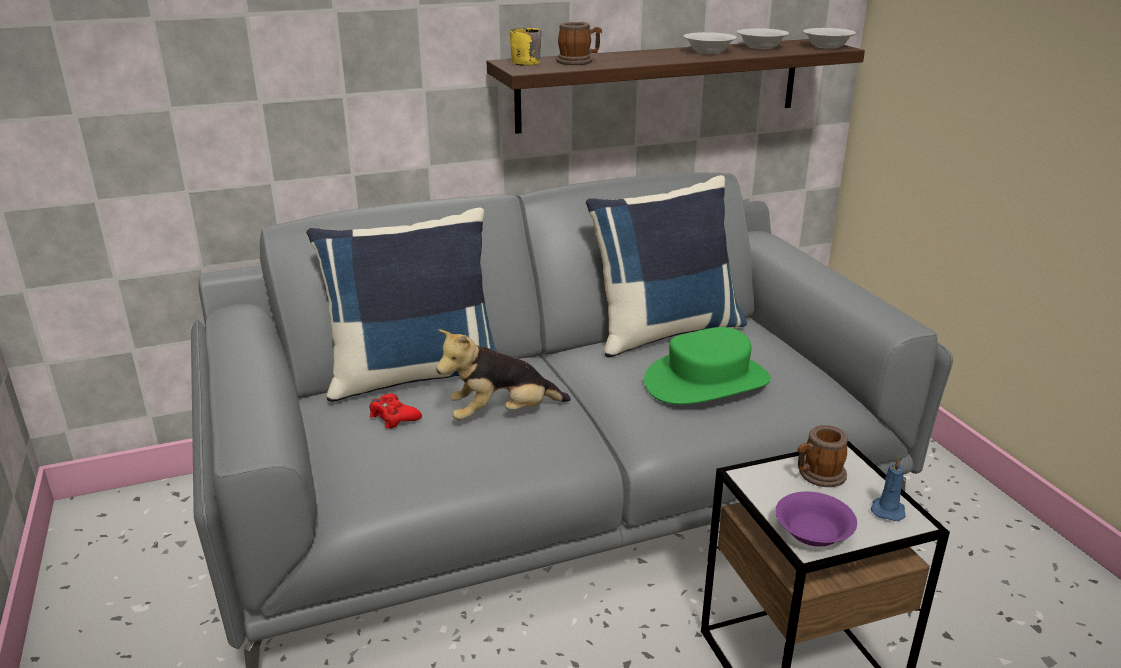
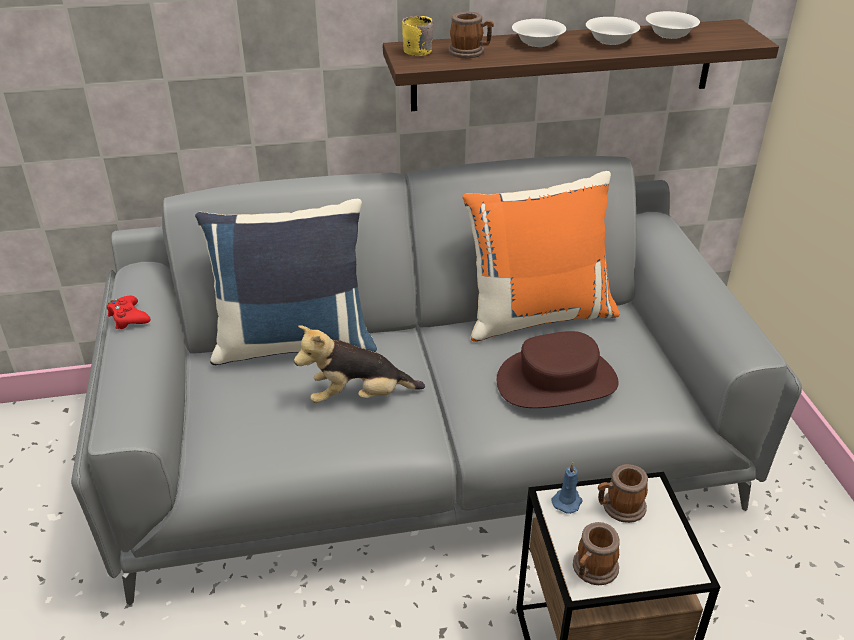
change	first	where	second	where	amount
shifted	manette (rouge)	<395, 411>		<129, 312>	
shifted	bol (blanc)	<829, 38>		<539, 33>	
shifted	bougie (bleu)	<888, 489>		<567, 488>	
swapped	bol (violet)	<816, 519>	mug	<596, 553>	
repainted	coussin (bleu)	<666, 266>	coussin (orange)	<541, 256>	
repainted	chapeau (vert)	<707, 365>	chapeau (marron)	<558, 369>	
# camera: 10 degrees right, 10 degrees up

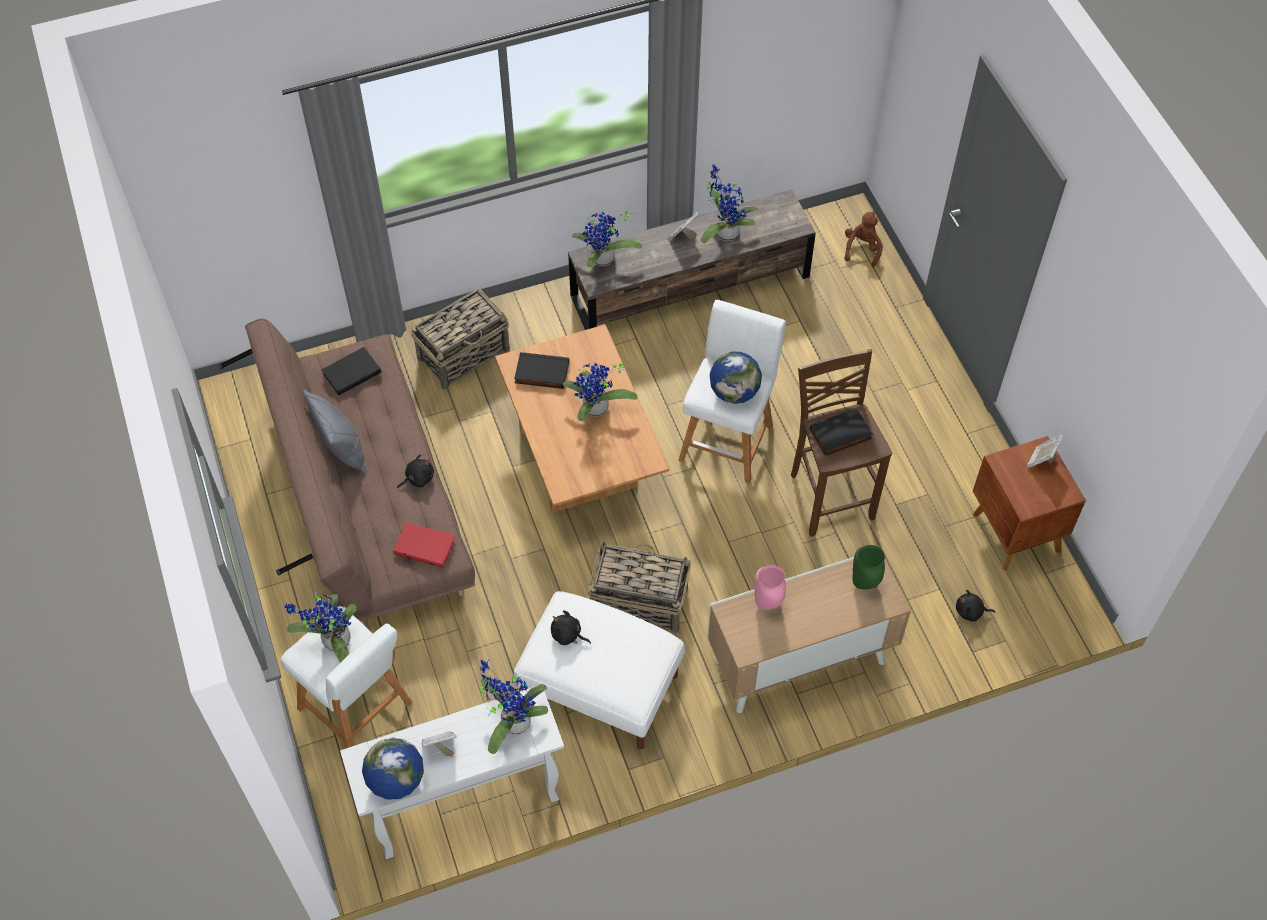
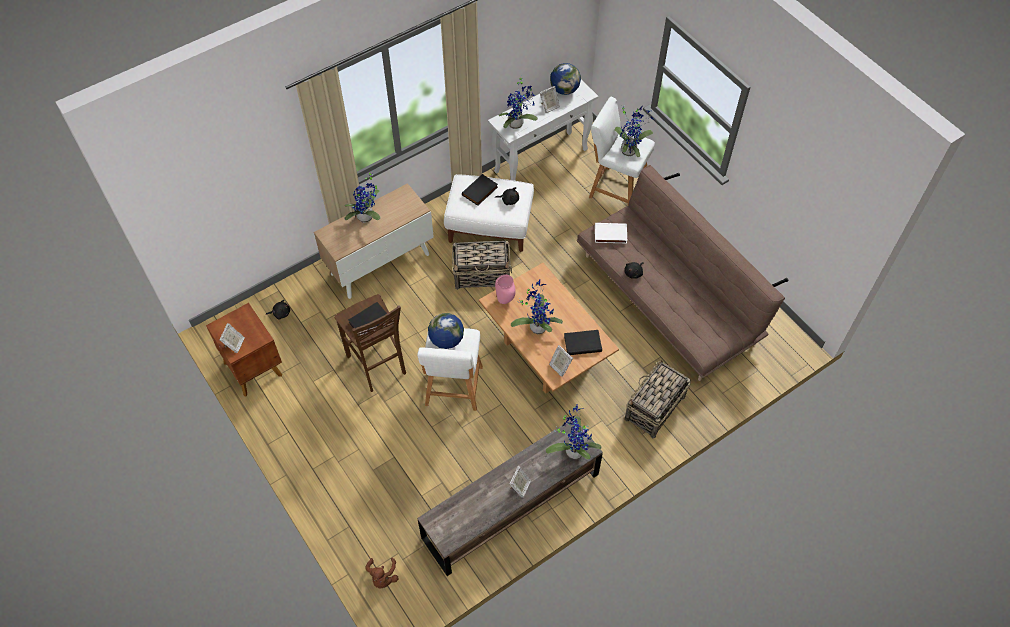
change	first	where	second	where	amount
gone	coussin (gris)	<335, 431>			
gone	vase (vert)	<869, 567>			
new			cadre photo	<561, 361>	
shifted	livre (noir)	<351, 371>		<480, 190>	
shifted	plante en pot	<729, 203>		<362, 197>	
shifted	vase (rose)	<770, 587>		<505, 289>	
repainted	livre (rouge)	<424, 545>	livre (blanc)	<611, 233>	
# camera: 165 degrees right, 0 degrees up

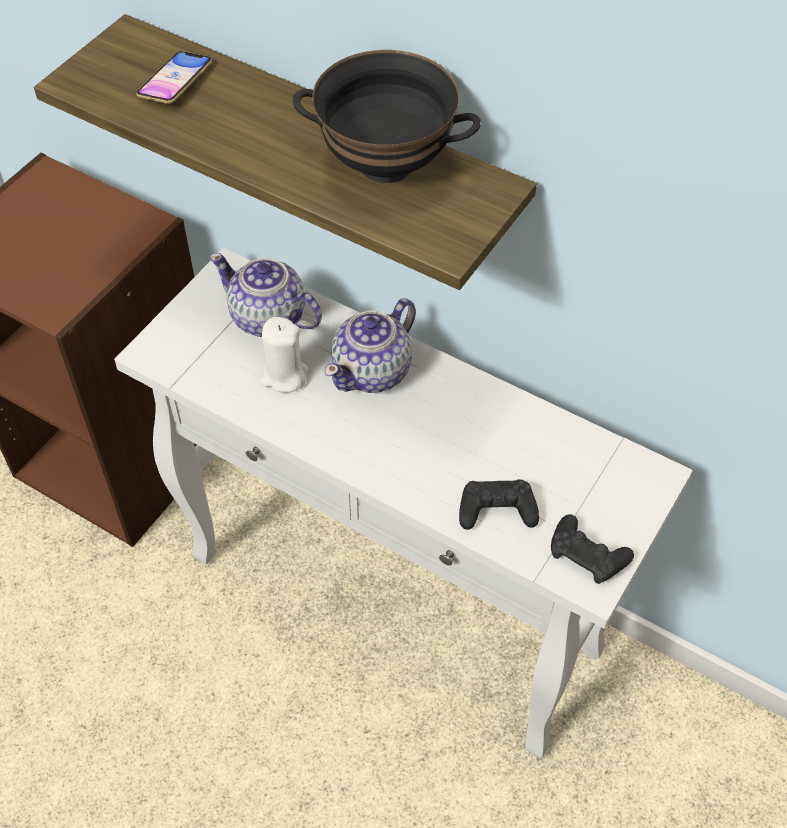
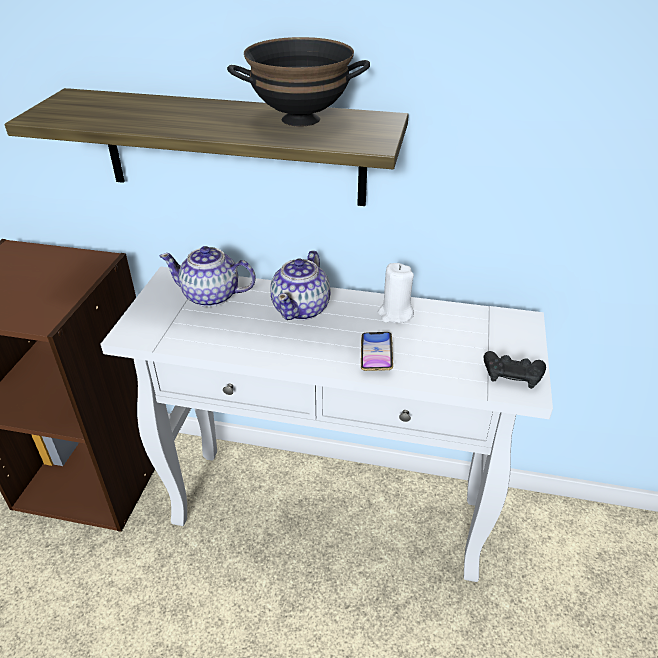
change	first	where	second	where	amount
gone	manette (noir)	<499, 504>			
shifted	téléphone	<174, 77>		<377, 351>	
shifted	bougie (blanc)	<284, 355>		<396, 293>	
# camera: 20 degrees left, 15 degrees down

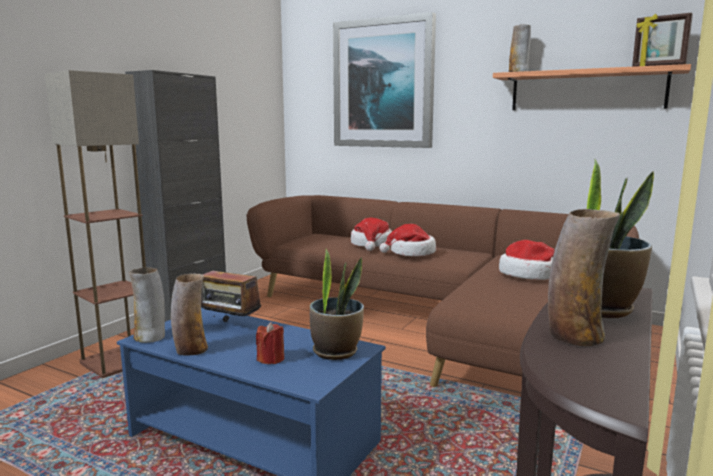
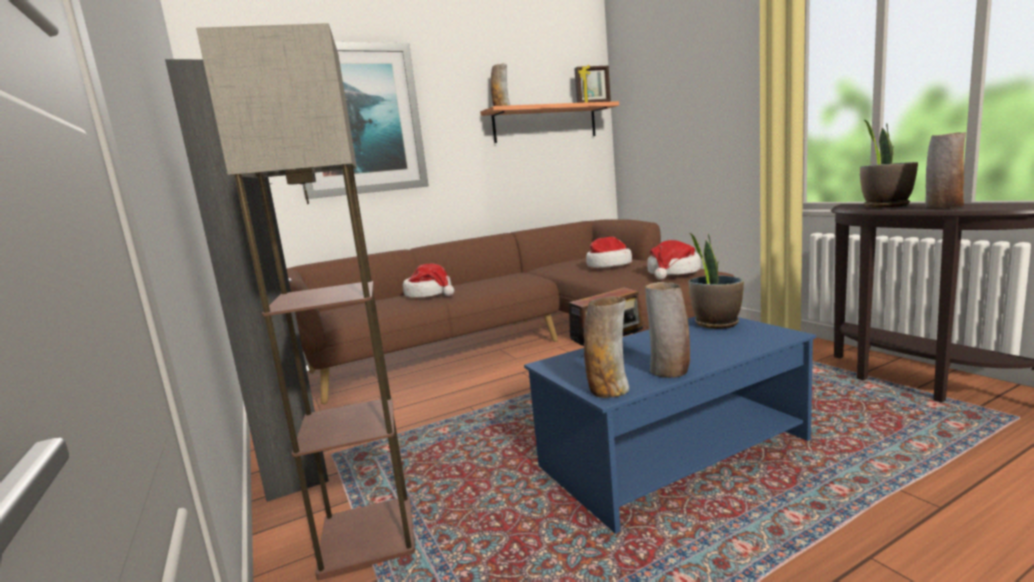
change	first	where	second	where	amount
gone	bougie (rouge)	<270, 343>			
shifted	chapeau	<407, 240>		<674, 260>	
# camera: 55 degrees left, 0 degrees up

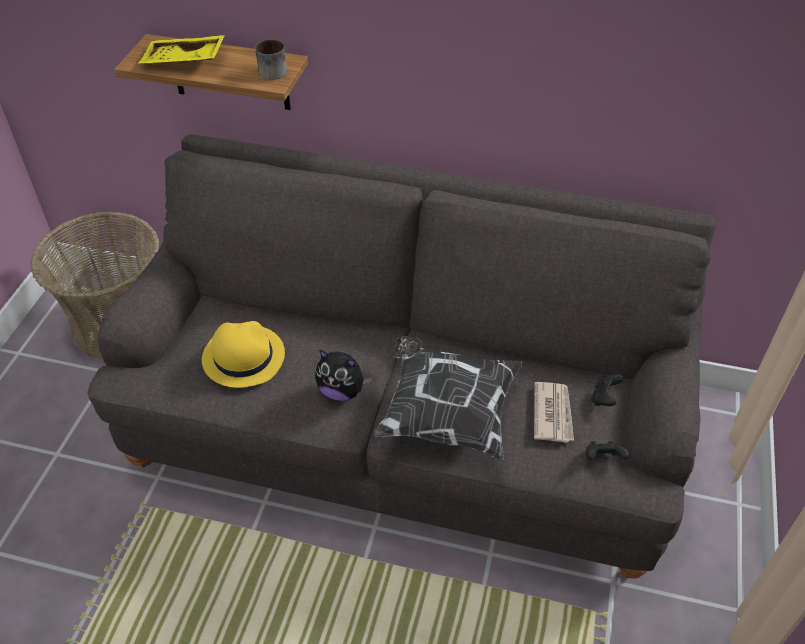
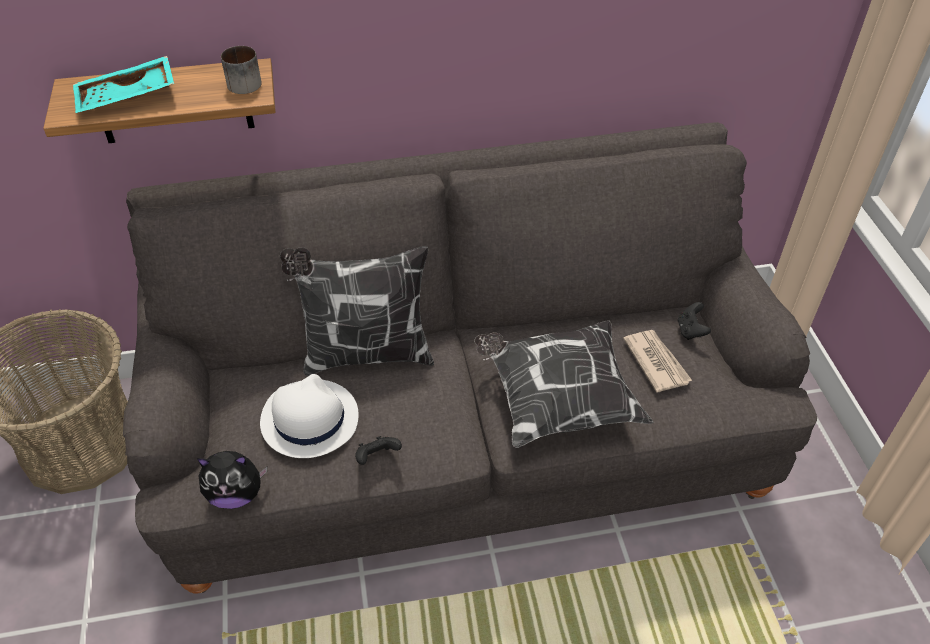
change	first	where	second	where	amount
new			coussin	<357, 311>	
shifted	peluche	<343, 375>		<232, 480>	
shifted	manette (noir)	<607, 450>		<378, 450>	
repainted	plateau (jaune)	<181, 49>	plateau (turquoise)	<123, 84>	
repainted	chapeau (jaune)	<243, 354>	chapeau (blanc)	<309, 416>	
# camera: 25 degrees left, 0 degrees up

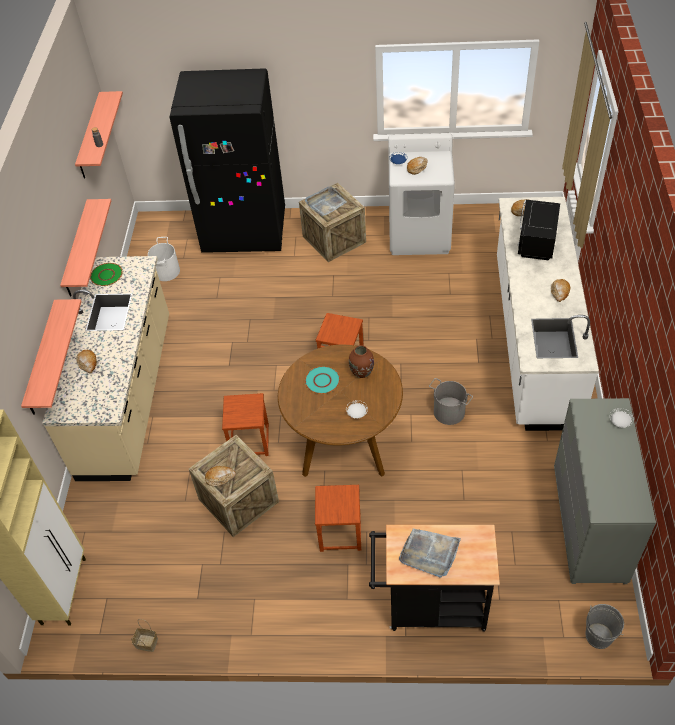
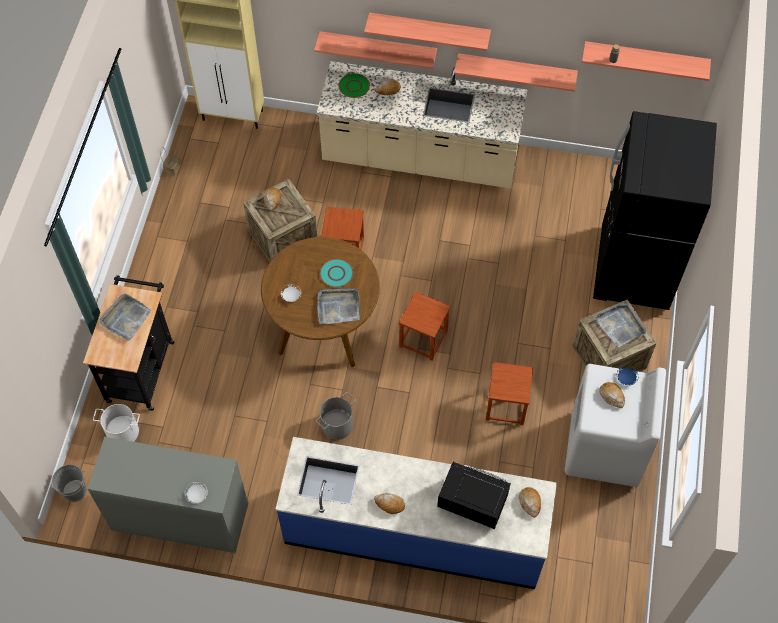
change	first	where	second	where	amount
new			étagère	<427, 31>	
shifted	assiette (vert)	<106, 274>		<354, 85>	
shifted	seau (blanc)	<164, 259>		<116, 423>	
shifted	tabouret (marron)	<338, 518>		<509, 393>	
swapped	vase (marron)	<361, 361>	plateau (gris)	<338, 306>	
repainted	comptoir de cuisine (blanc)	<548, 314>	comptoir de cuisine (bleu)	<416, 513>	
# camera: 95 degrees right, 10 degrees up

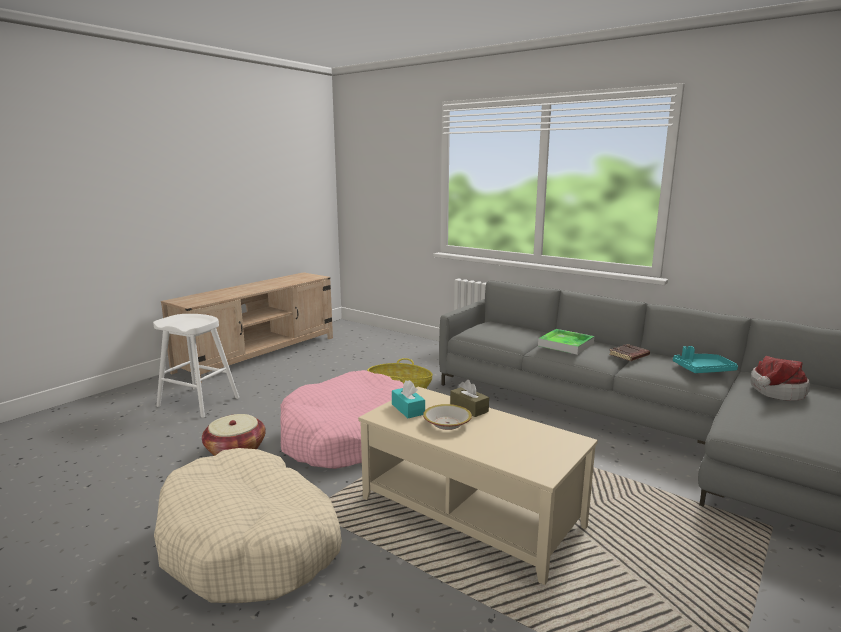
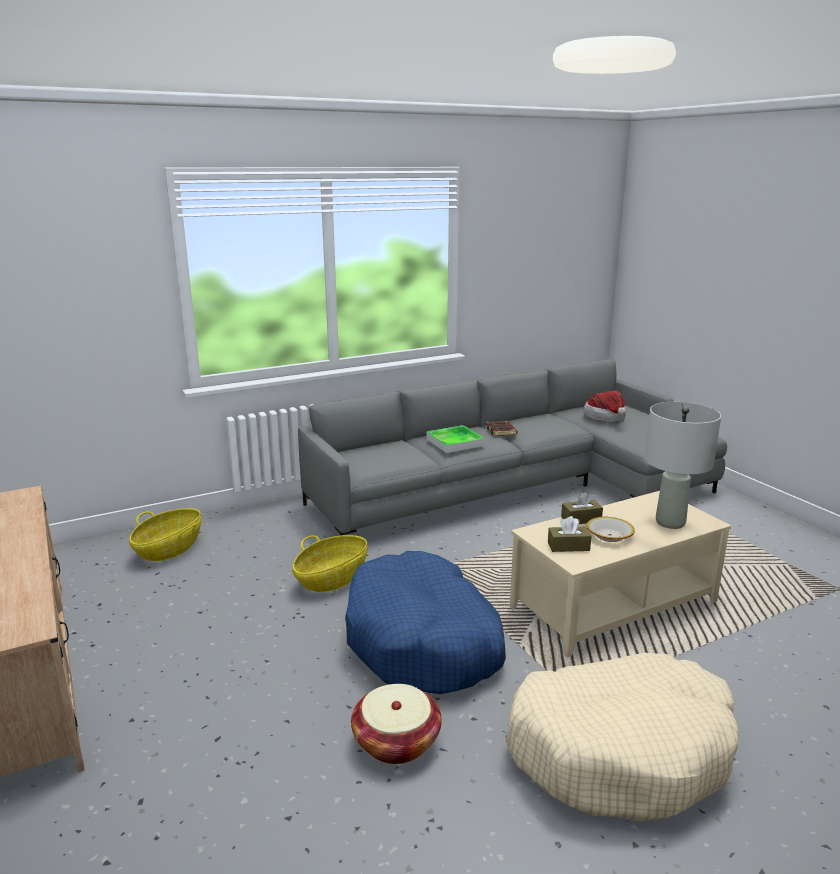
change	first	where	second	where	amount
gone	tabouret (blanc)	<196, 366>			
gone	plateau (turquoise)	<705, 359>			
new			panier	<165, 535>	
new			lampe de table (gris)	<683, 465>	
repainted	panier pour chien (rose)	<342, 419>	panier pour chien (bleu)	<425, 622>	
repainted	boîte à mouchoirs (turquoise)	<408, 399>	boîte à mouchoirs (marron)	<569, 534>	
# camera: 65 degrees left, 5 degrees up

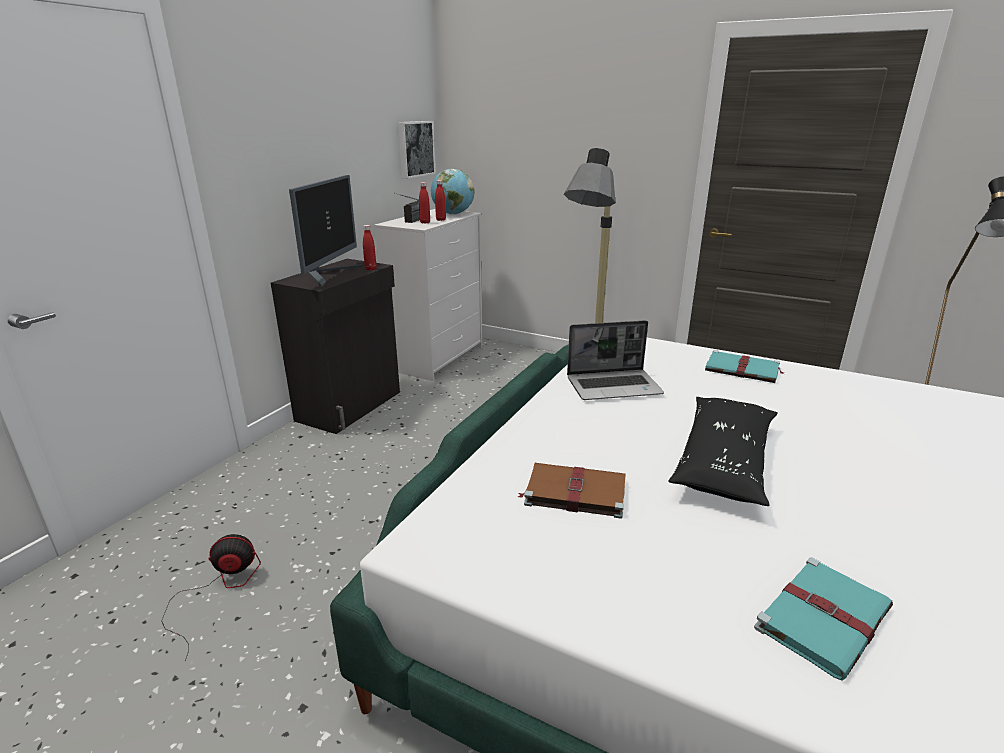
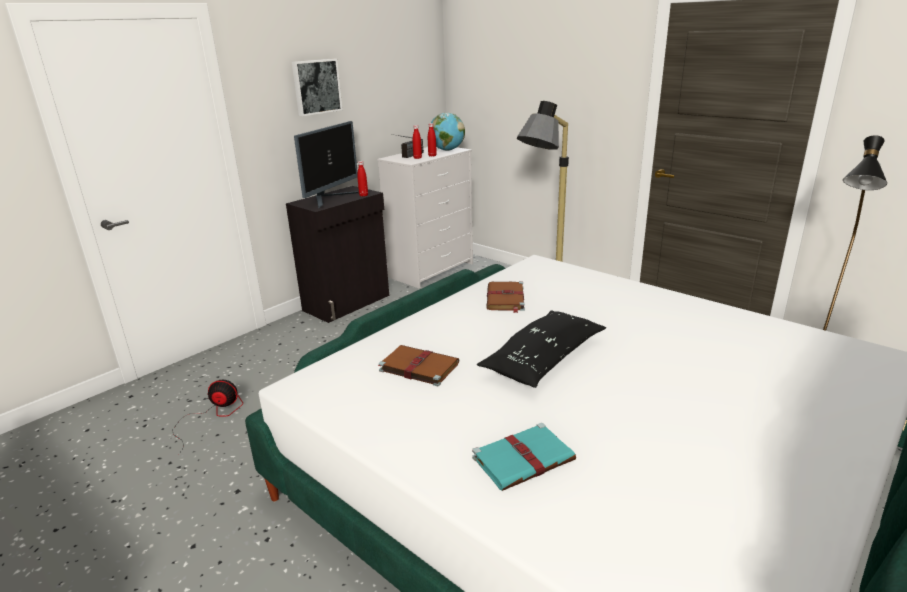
change	first	where	second	where	amount
gone	livre (turquoise)	<745, 366>			
shifted	tableau	<417, 150>		<317, 87>	
swapped	ordinateur portable	<615, 360>	livre (marron)	<505, 297>	
# camera: 15 degrees right, 0 degrees up

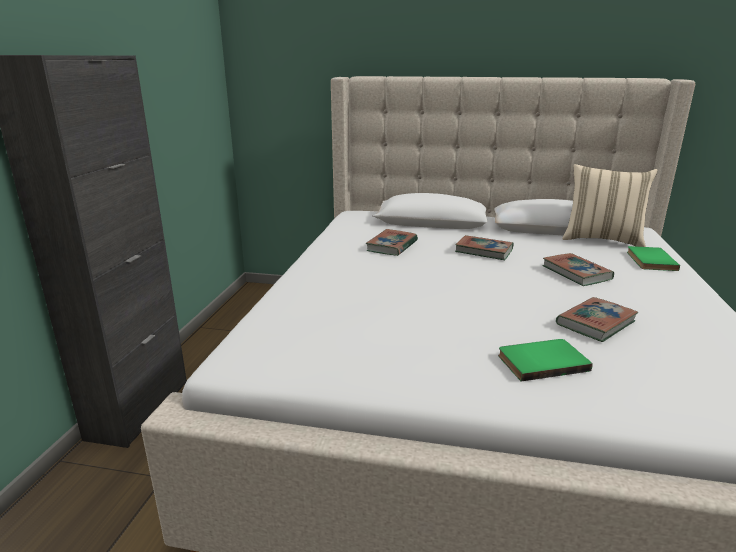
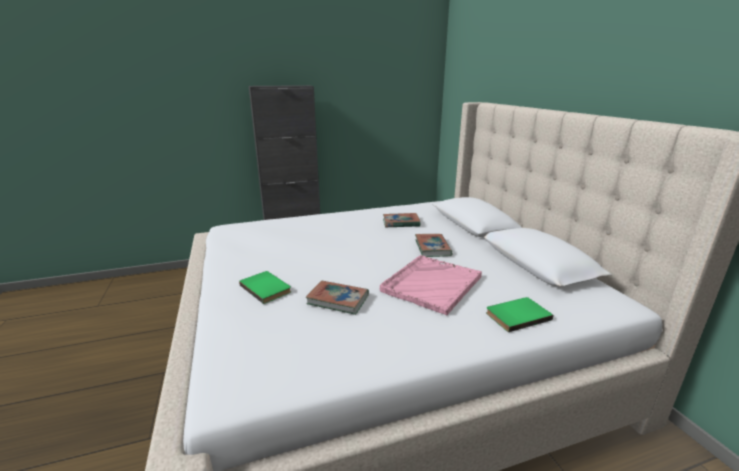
change	first	where	second	where	amount
gone	coussin (beige)	<610, 205>			
swapped	livre	<578, 269>	plateau (rose)	<431, 285>	
# camera: 60 degrees right, 0 degrees up

